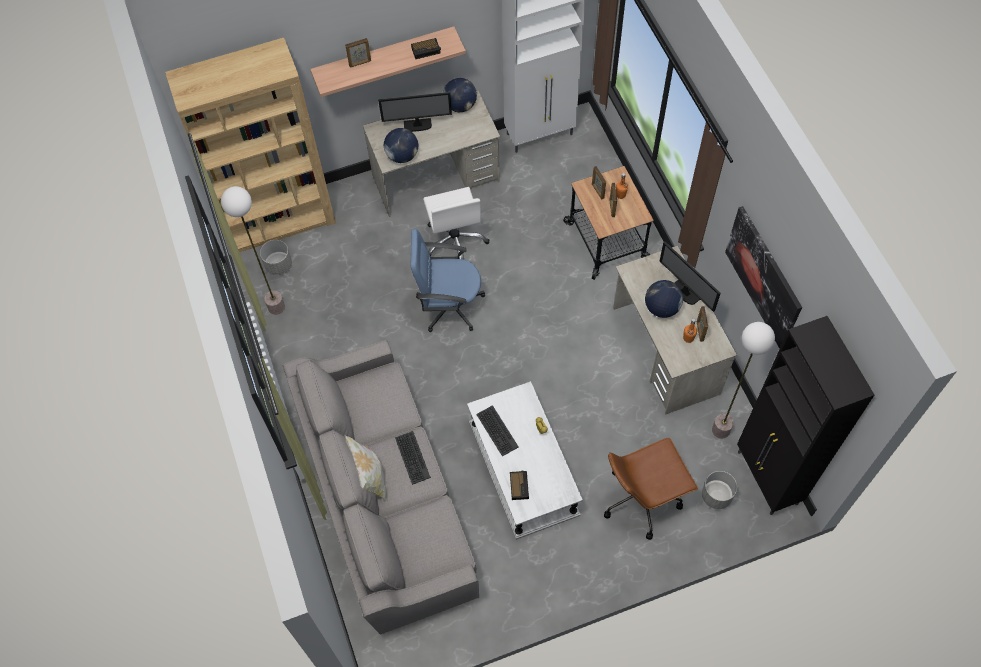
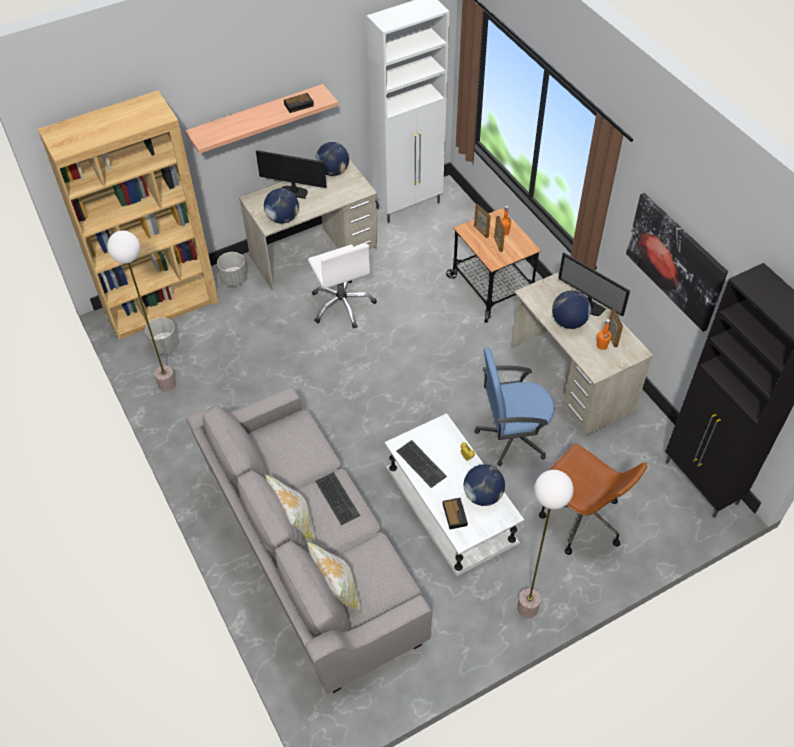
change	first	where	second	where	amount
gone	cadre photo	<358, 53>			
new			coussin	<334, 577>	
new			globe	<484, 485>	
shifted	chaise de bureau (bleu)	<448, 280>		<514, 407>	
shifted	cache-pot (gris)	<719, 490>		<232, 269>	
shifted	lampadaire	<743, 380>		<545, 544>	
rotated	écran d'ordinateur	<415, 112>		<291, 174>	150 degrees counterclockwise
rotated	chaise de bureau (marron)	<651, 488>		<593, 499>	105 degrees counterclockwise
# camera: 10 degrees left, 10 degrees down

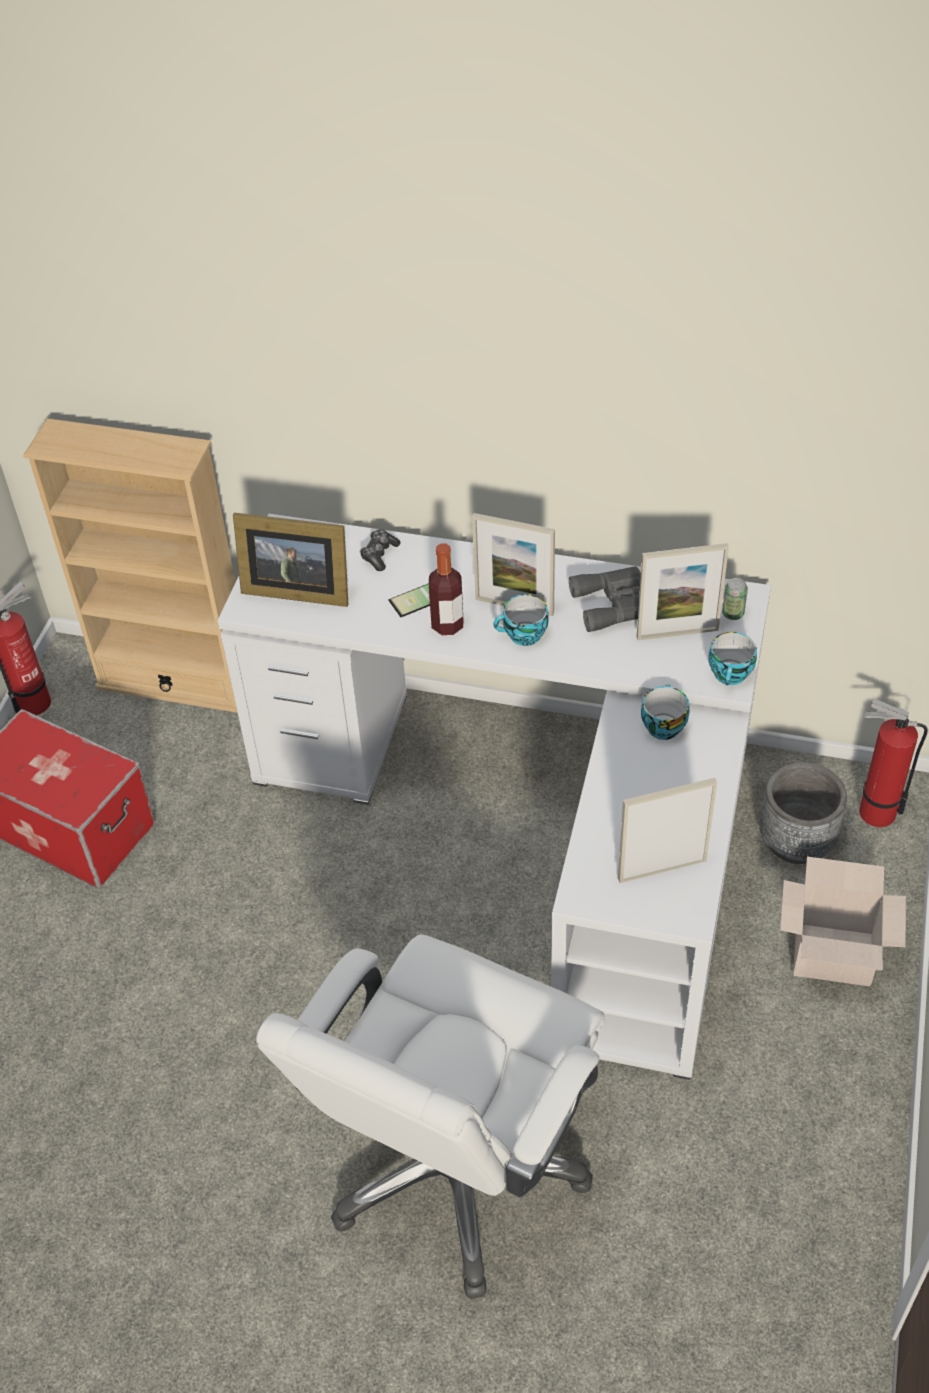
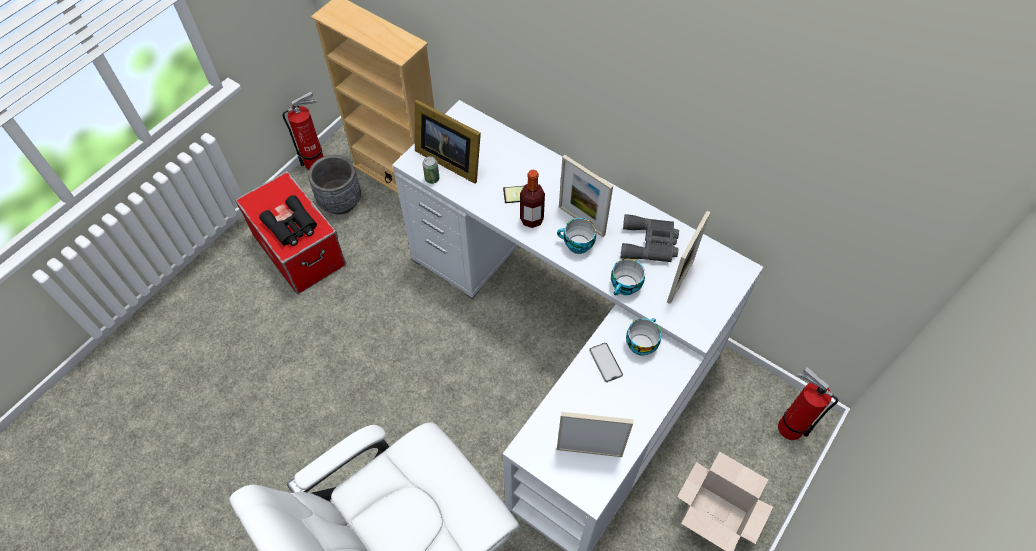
change	first	where	second	where	amount
gone	manette	<380, 550>			
new			jumelles (noir)	<288, 220>	
new			téléphone	<606, 362>	
shifted	tasse	<732, 659>		<628, 277>	
shifted	boîte métallique	<735, 599>		<431, 170>	
shifted	cache-pot (gris)	<803, 813>		<334, 185>	
rotated	cadre photo	<683, 591>		<689, 257>	75 degrees counterclockwise
# camera: 20 degrees right, 10 degrees up

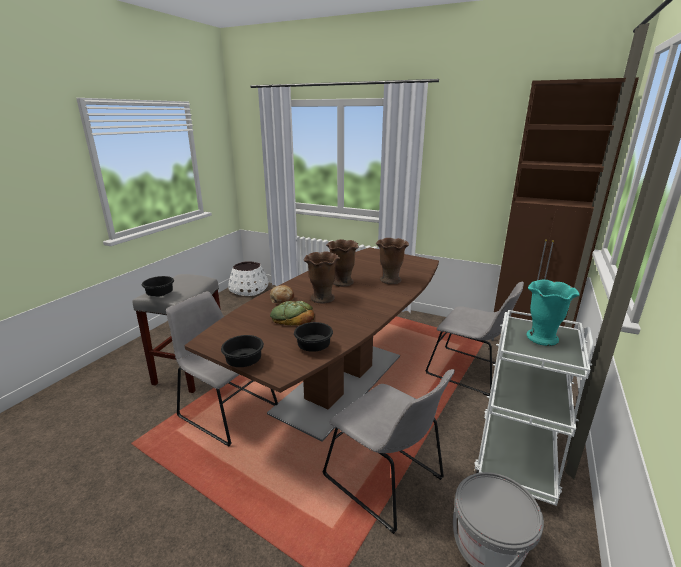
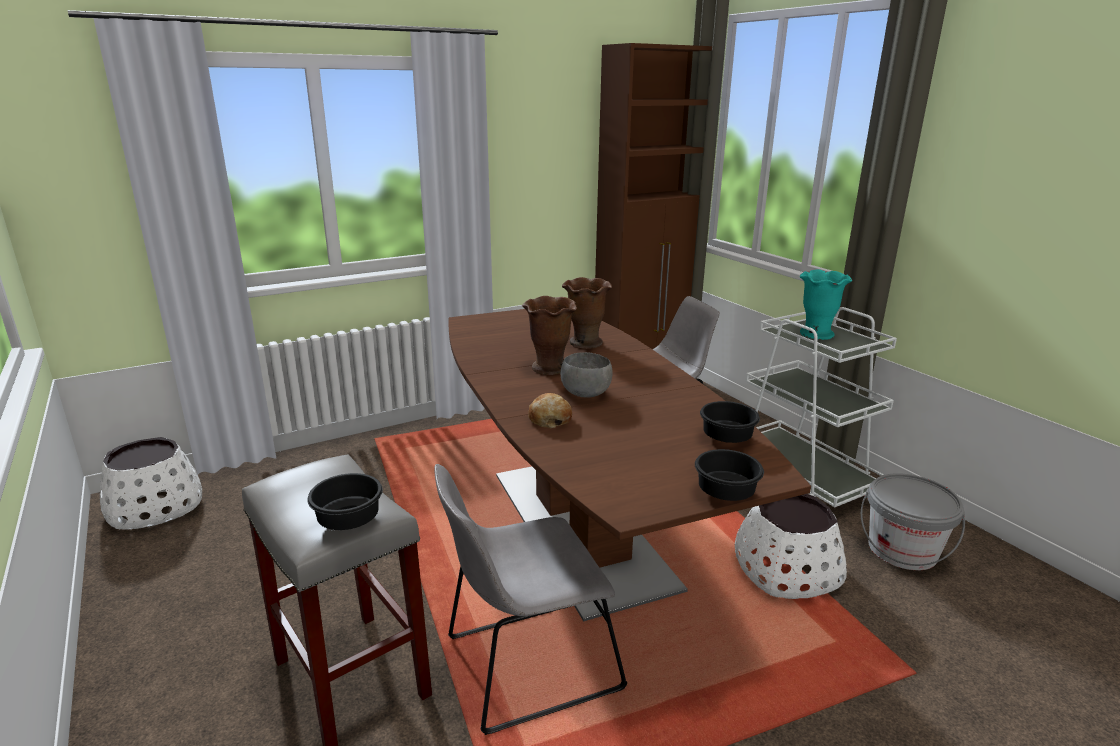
change	first	where	second	where	amount
gone	pain	<292, 313>			
swapped	vase (marron)	<322, 278>	bol (gris)	<587, 375>	
swapped	chaise (gris)	<388, 451>	cache-pot (blanc)	<791, 546>	
# camera: 55 degrees left, 0 degrees up

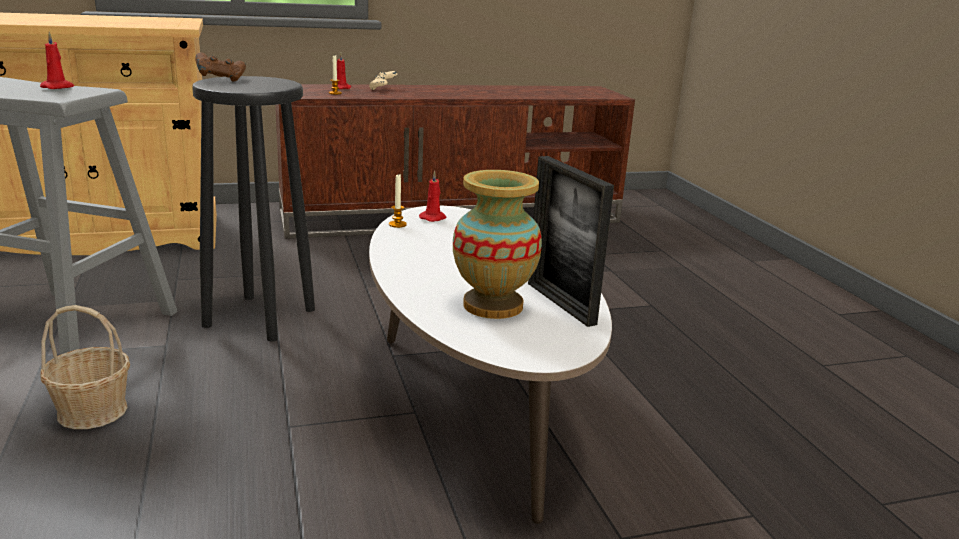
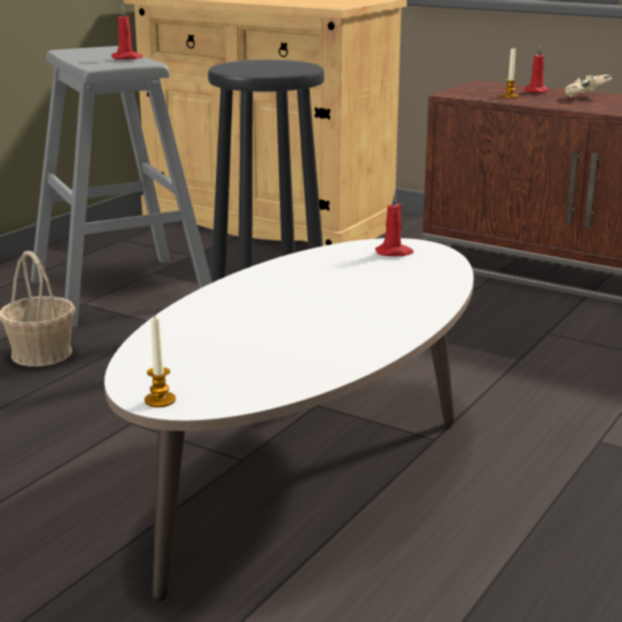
change	first	where	second	where	amount
gone	manette (marron)	<220, 67>			
gone	vase	<497, 244>			
gone	cadre photo	<571, 241>			
shifted	bougie	<398, 201>		<160, 362>	
# camera: 50 degrees right, 0 degrees up

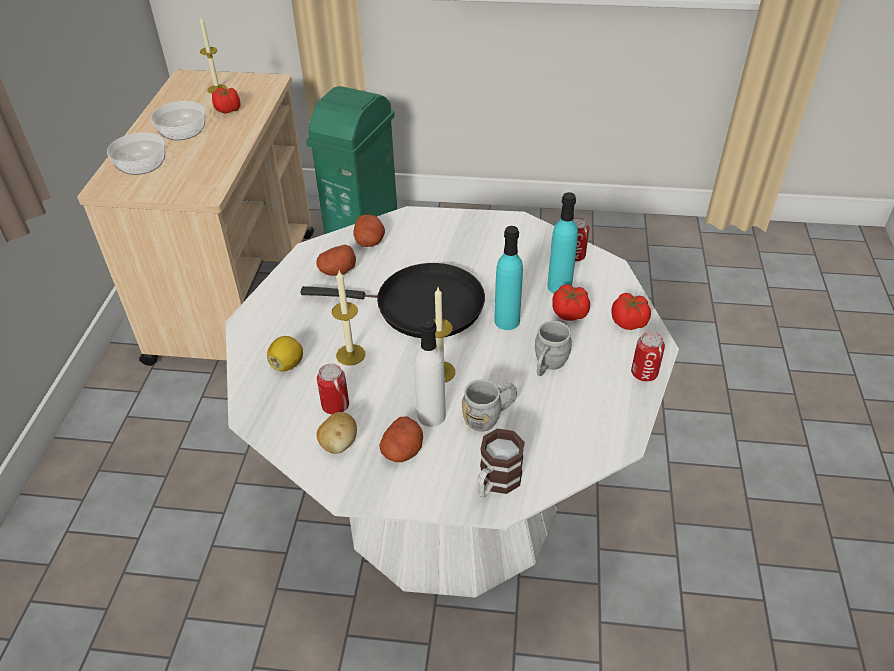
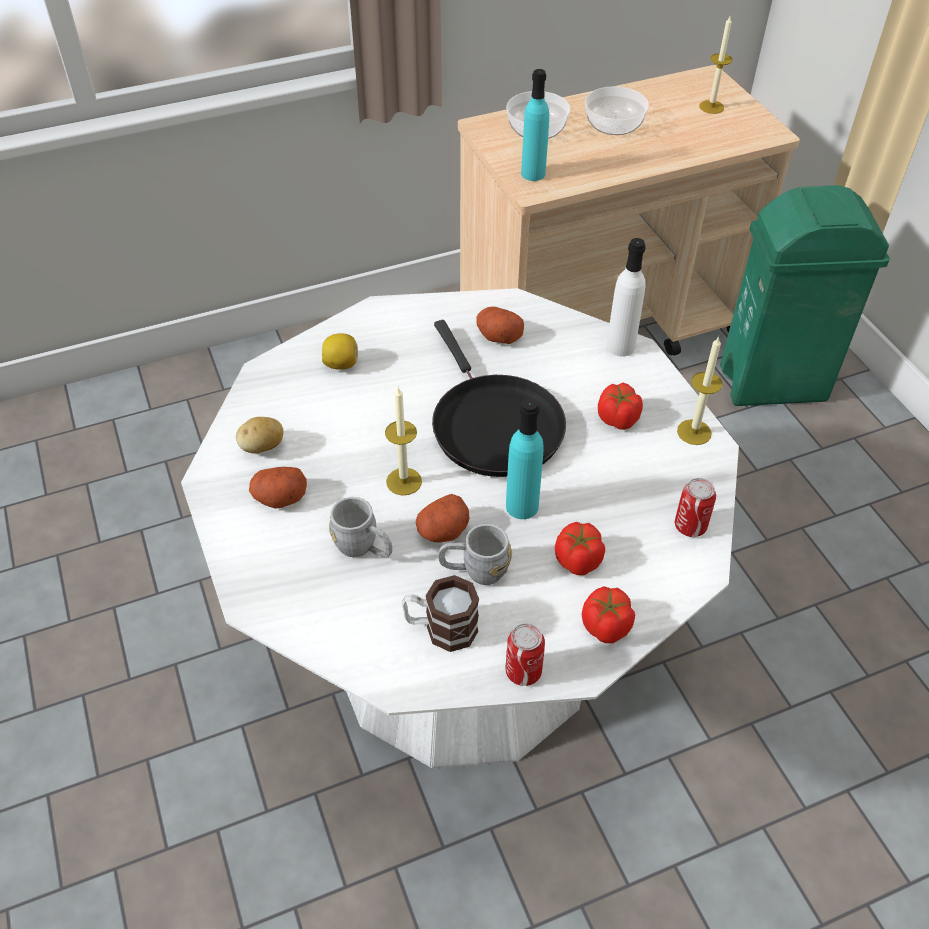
change	first	where	second	where	amount
gone	boîte métallique	<333, 388>			
shifted	tomate	<226, 101>		<620, 406>	
shifted	bougie	<348, 318>		<699, 390>	
shifted	pomme de terre	<369, 231>		<443, 518>	
shifted	bouteille (blanc)	<430, 372>		<626, 297>	
shifted	mug	<501, 463>		<440, 613>	
shifted	bouteille (turquoise)	<562, 242>		<535, 125>	
# camera: 60 degrees right, 5 degrees up

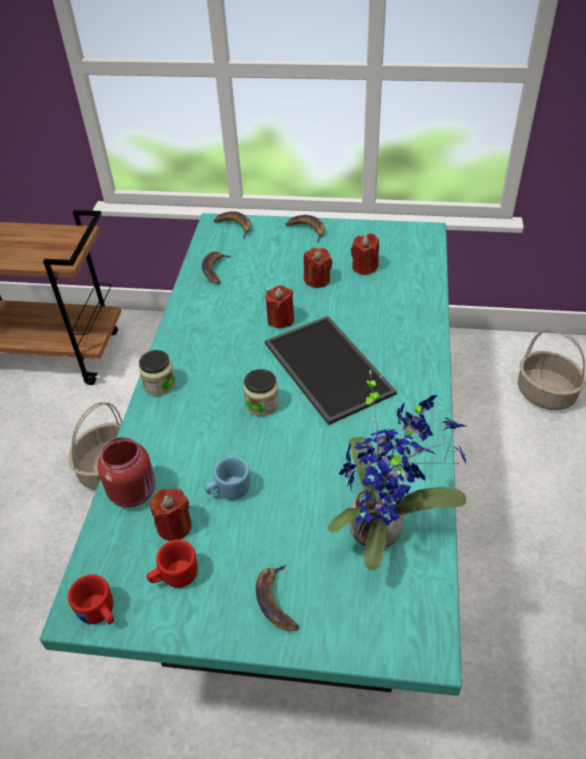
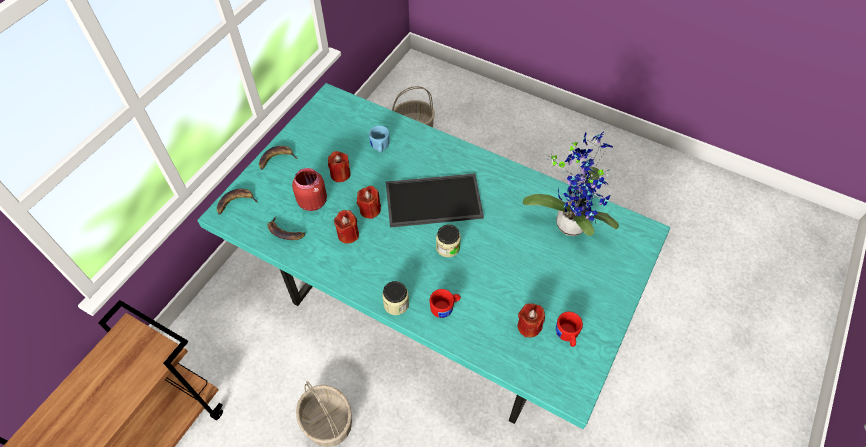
change	first	where	second	where	amount
gone	banane	<277, 598>			
shifted	mug (rouge)	<91, 599>		<445, 303>	
shifted	bocal (rouge)	<126, 472>		<309, 189>	
shifted	mug (bleu)	<227, 478>		<379, 138>	
shifted	bougie (rouge)	<365, 254>		<346, 227>	
# camera: 70 degrees left, 10 degrees up

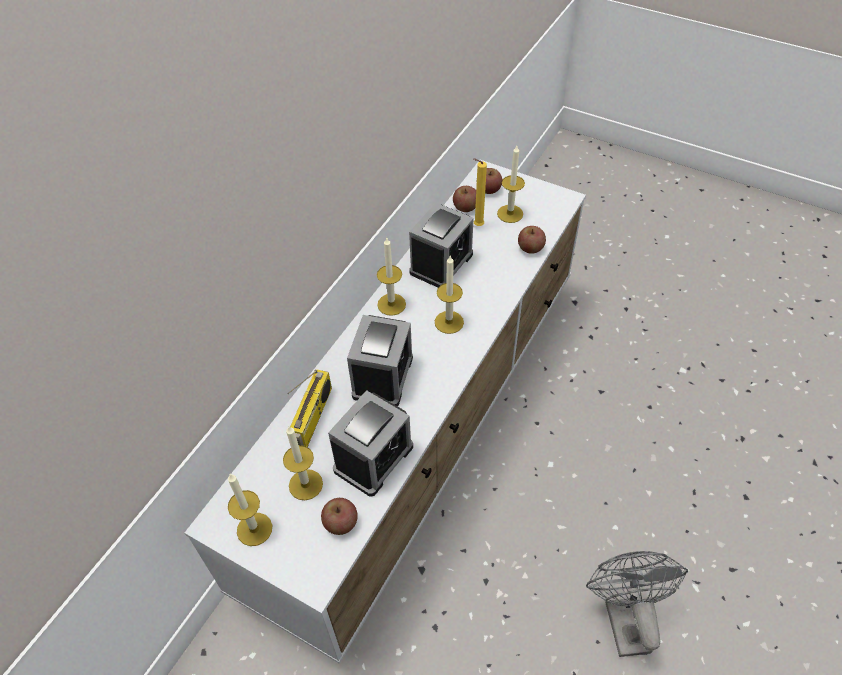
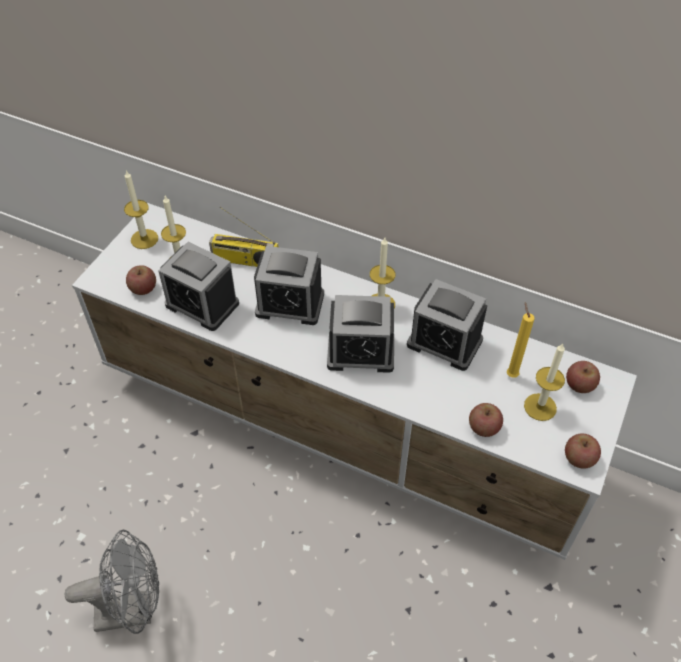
change	first	where	second	where	amount
shifted	pomme	<464, 199>		<583, 451>	
swapped	bougie	<449, 295>	réveil	<360, 334>	
# camera: 85 degrees right, 0 degrees up

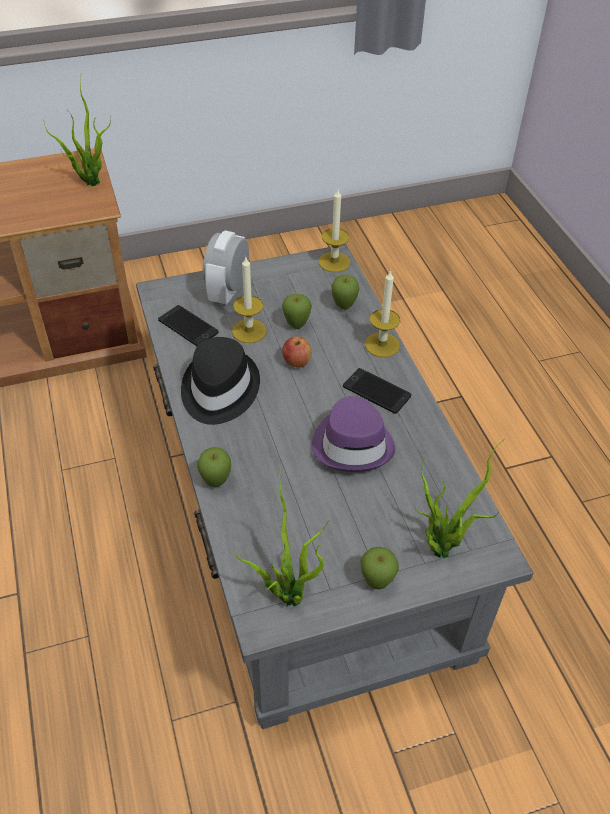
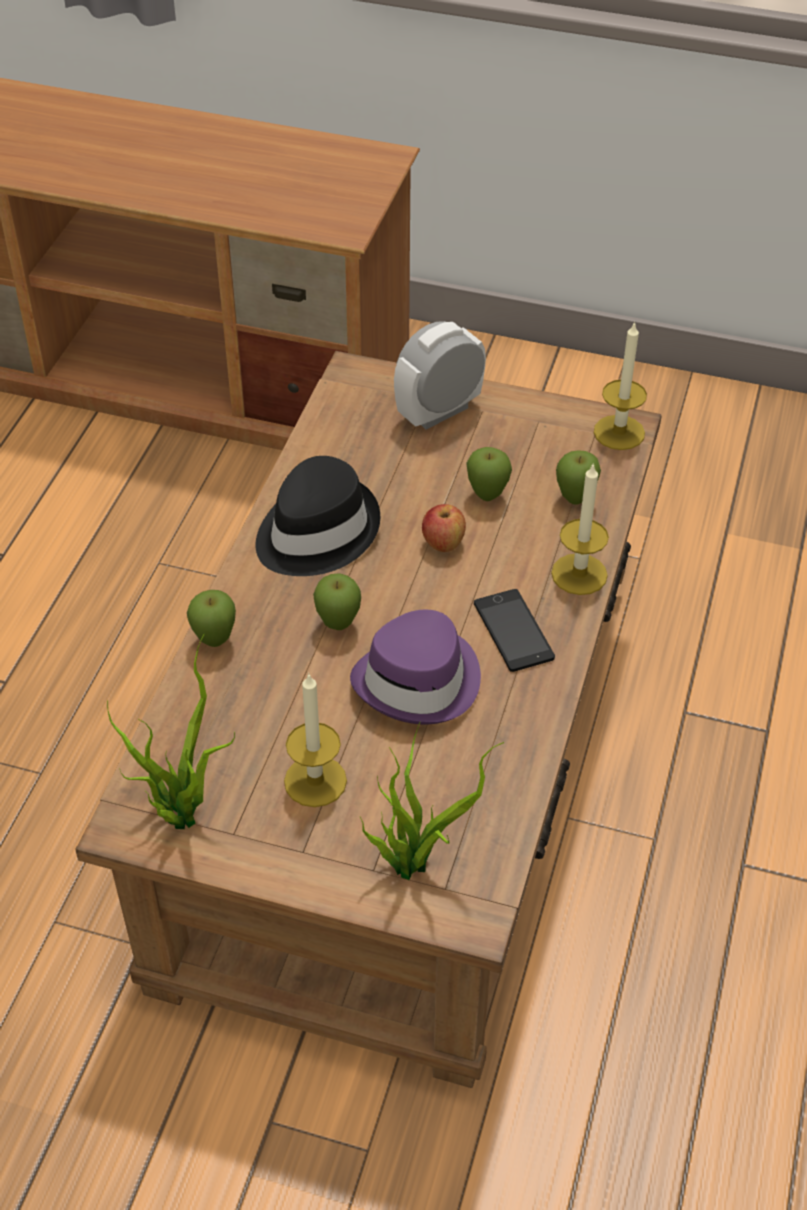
change	first	where	second	where	amount
gone	plante en pot	<77, 131>			
gone	téléphone	<188, 325>			
shifted	bougie	<249, 300>		<315, 740>	
shifted	pomme	<379, 568>		<337, 601>	
repainted	table basse (gris)	<334, 486>	table basse (marron)	<369, 719>	
# camera: 35 degrees right, 0 degrees up

